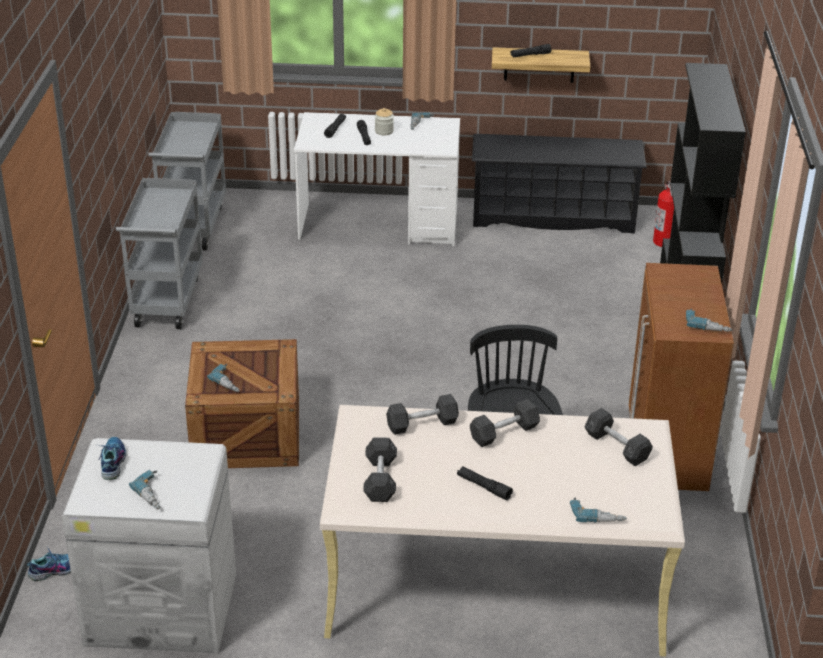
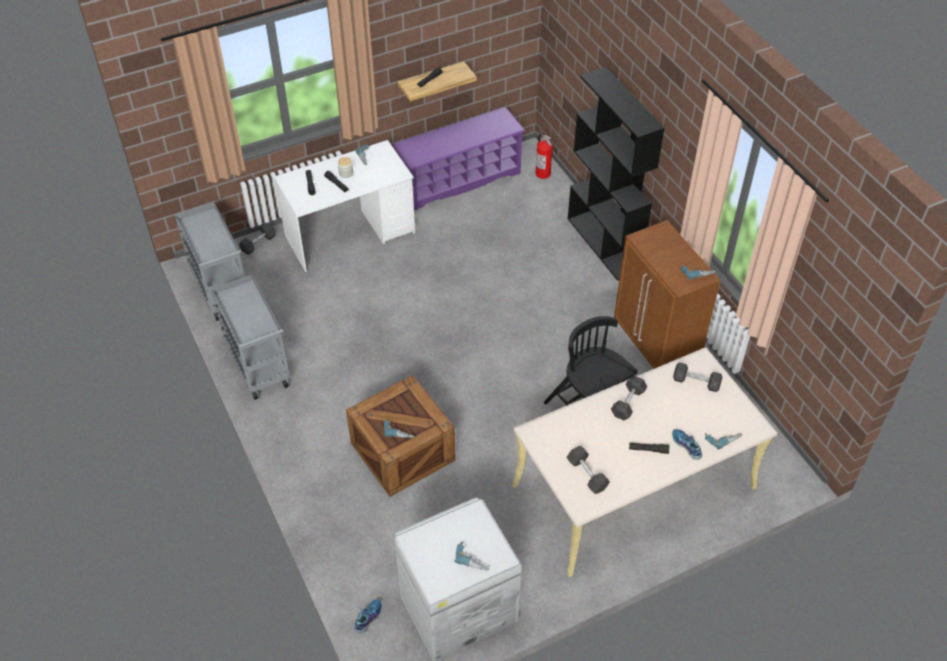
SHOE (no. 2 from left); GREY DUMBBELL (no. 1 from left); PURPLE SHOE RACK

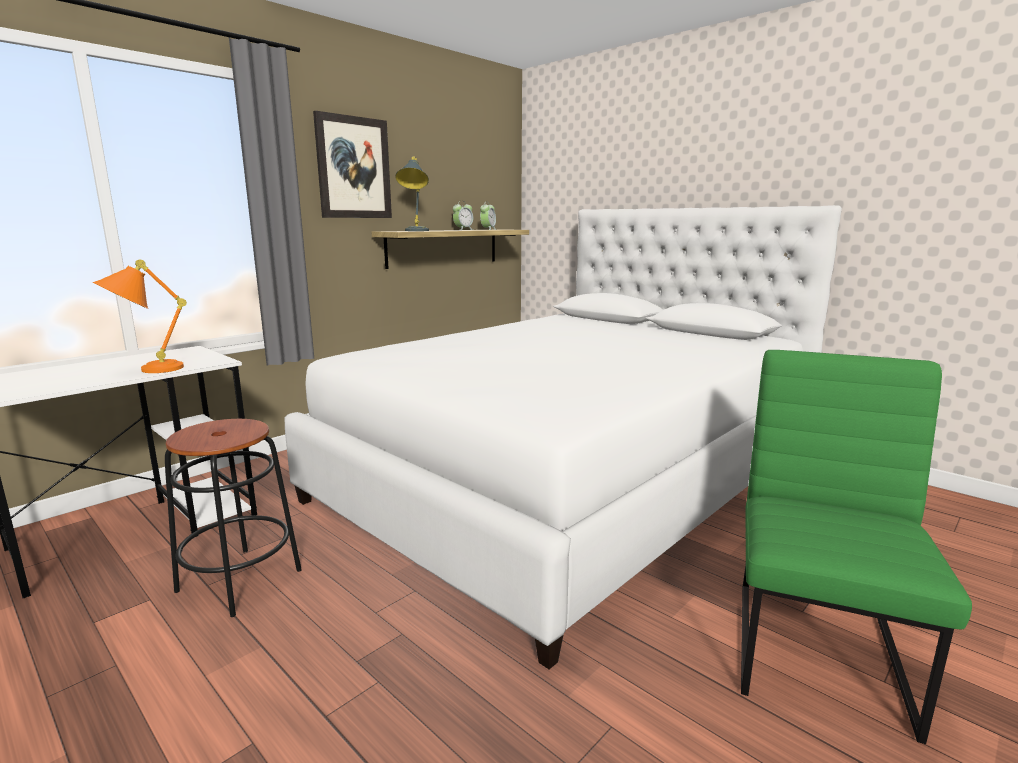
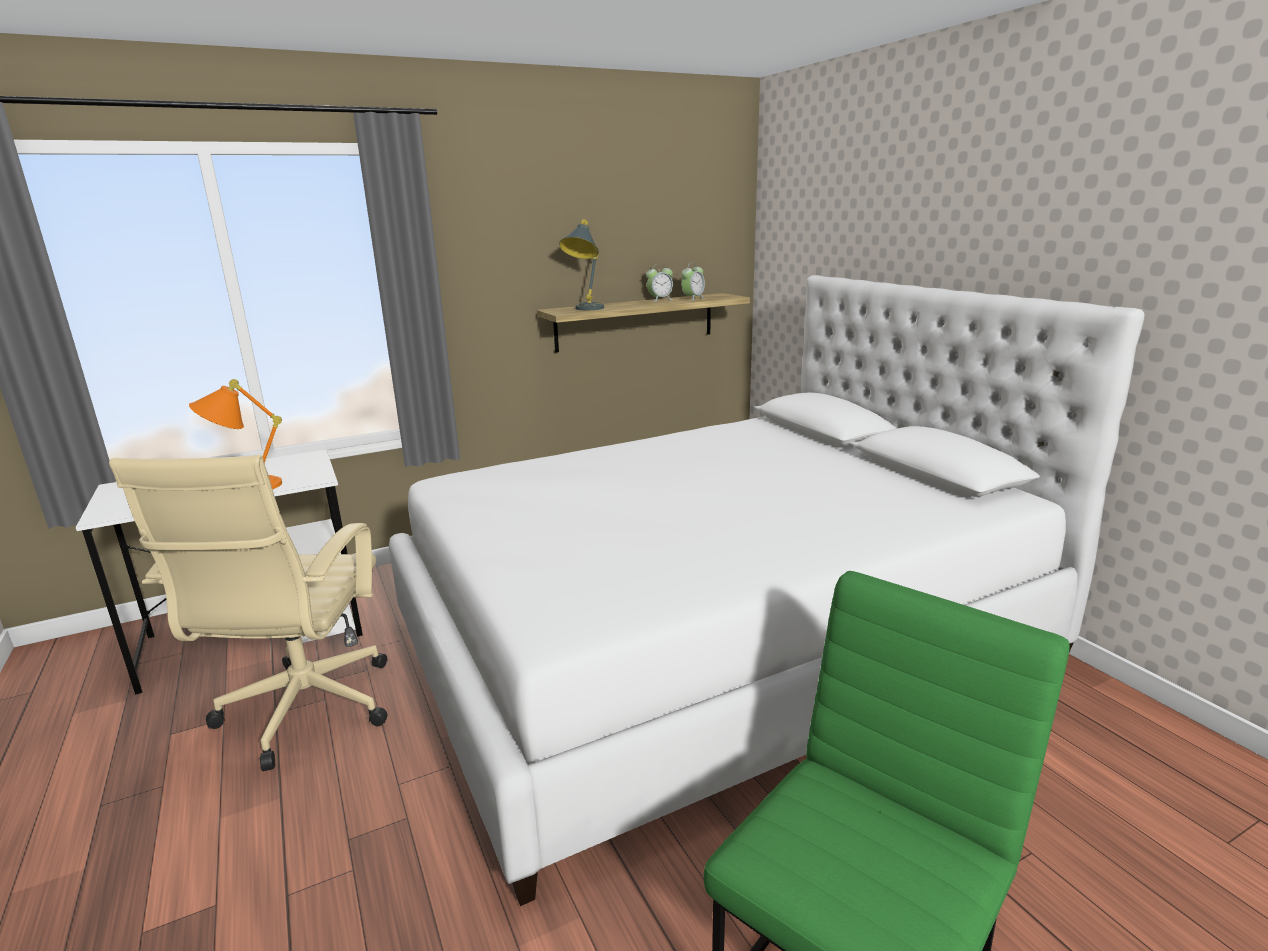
BEIGE OFFICE CHAIR; PICTURE

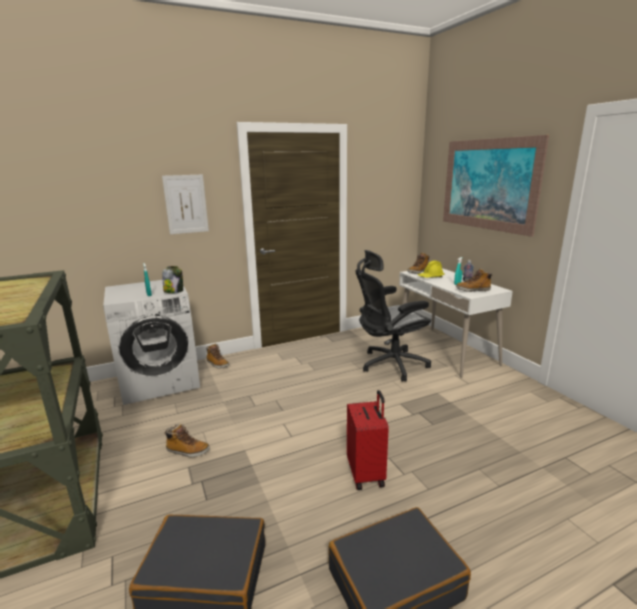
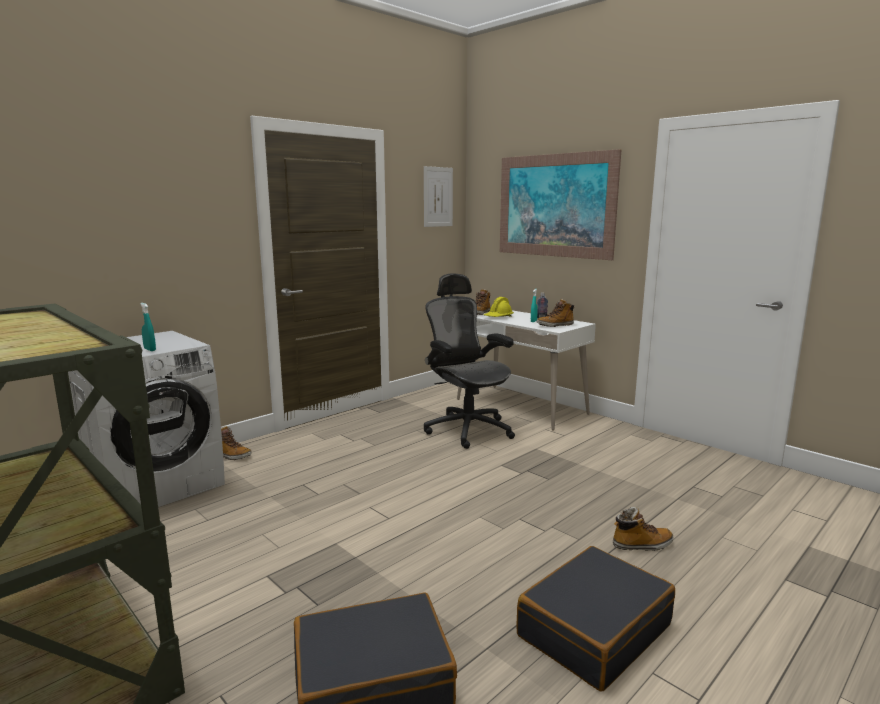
PICTURE (no. 1 from left); JAR; BOOT (no. 4 from left); RED SUITCASE; OFFICE CHAIR

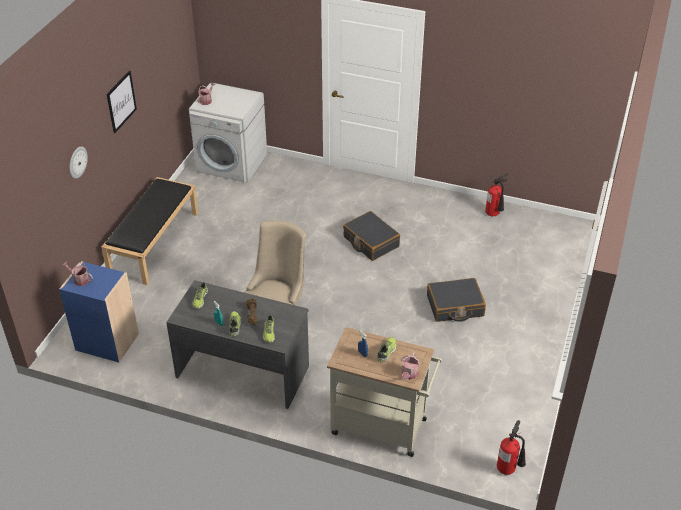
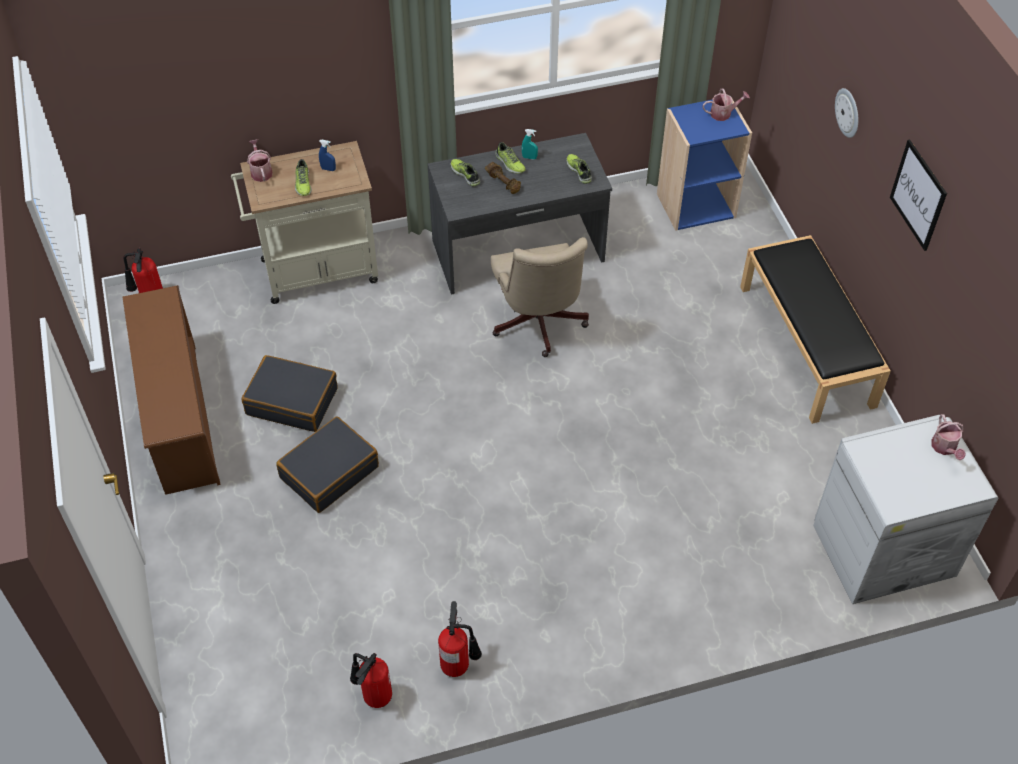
BLACK SUITCASE (no. 1 from left); BROWN SHOE RACK; FIRE EXTINGUISHER (no. 3 from left)

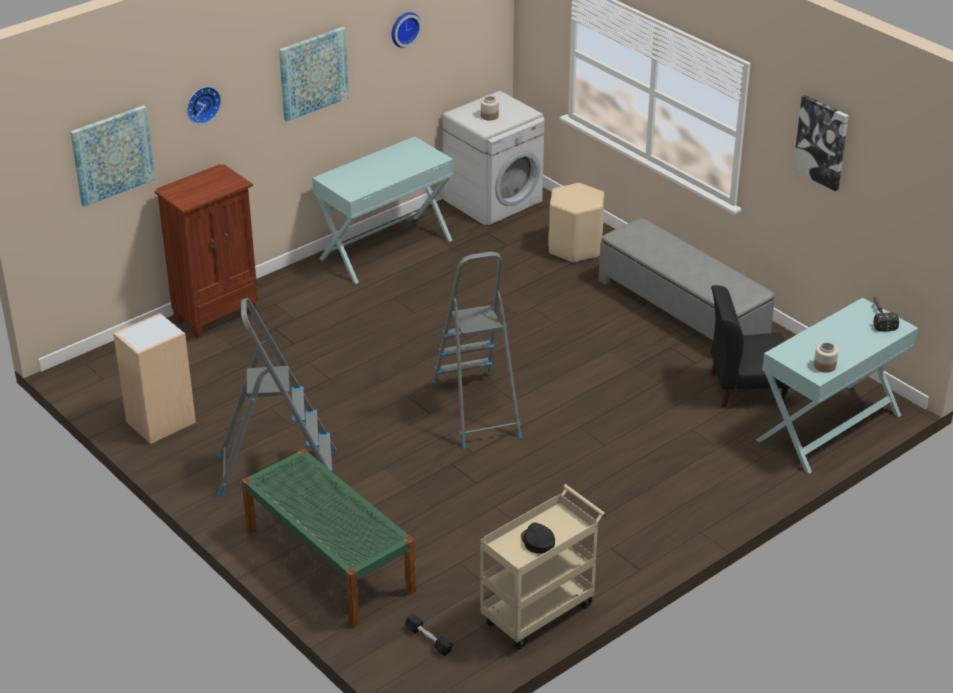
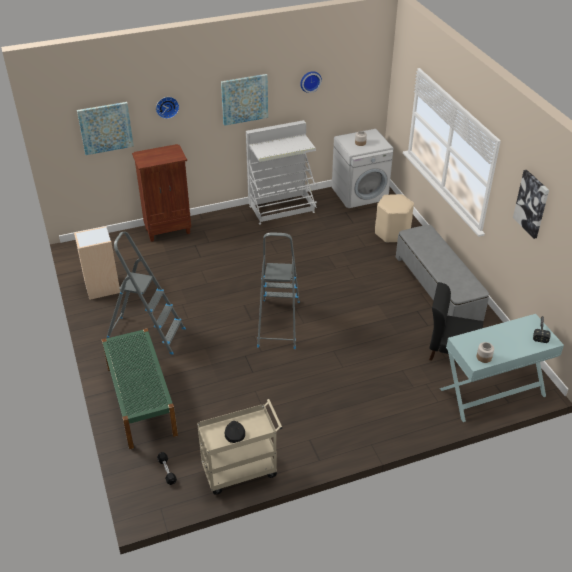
WHITE SHOE RACK

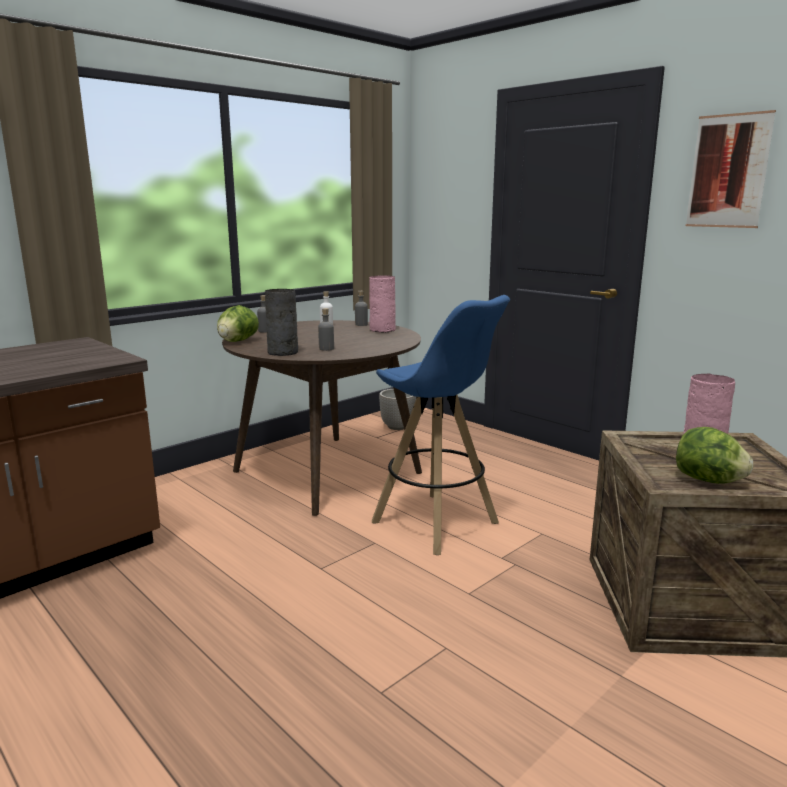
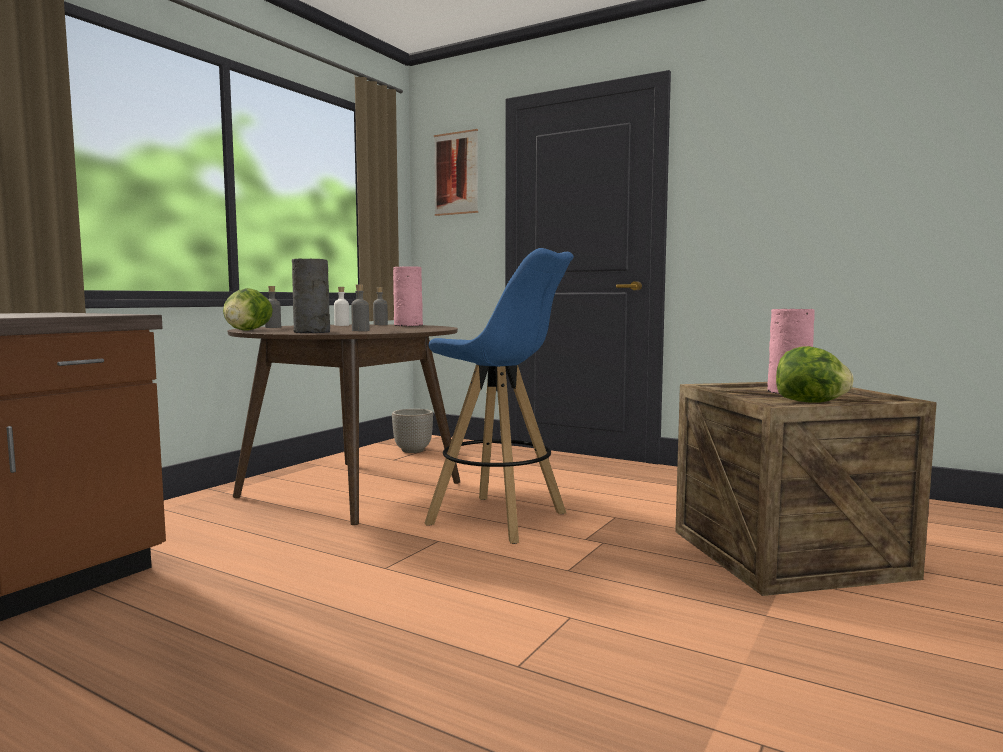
PICTURE

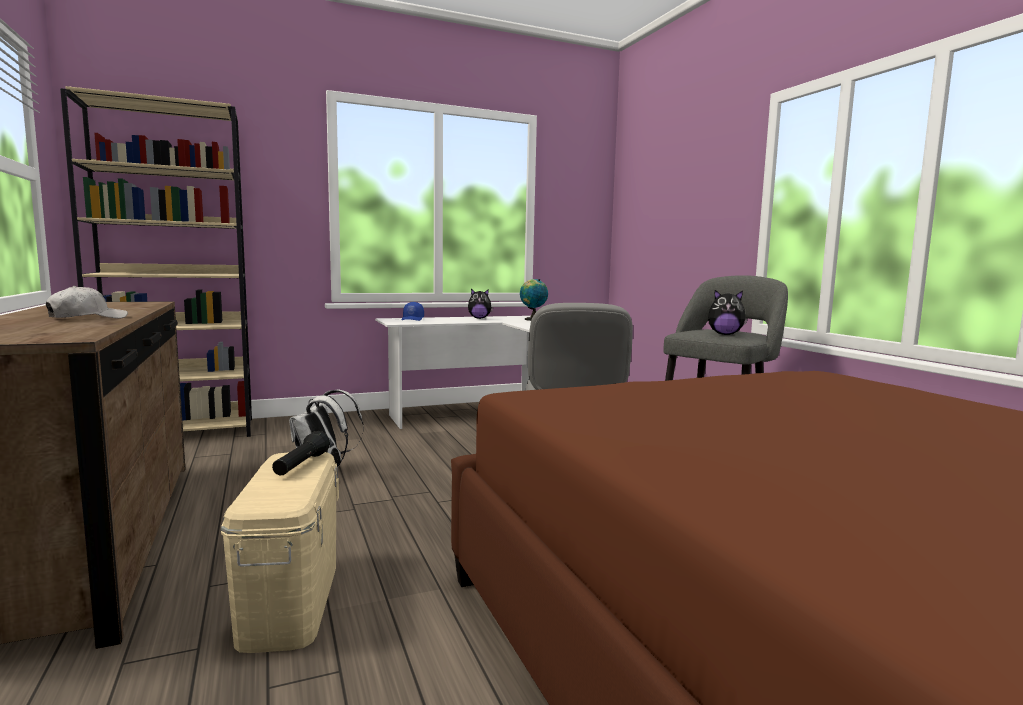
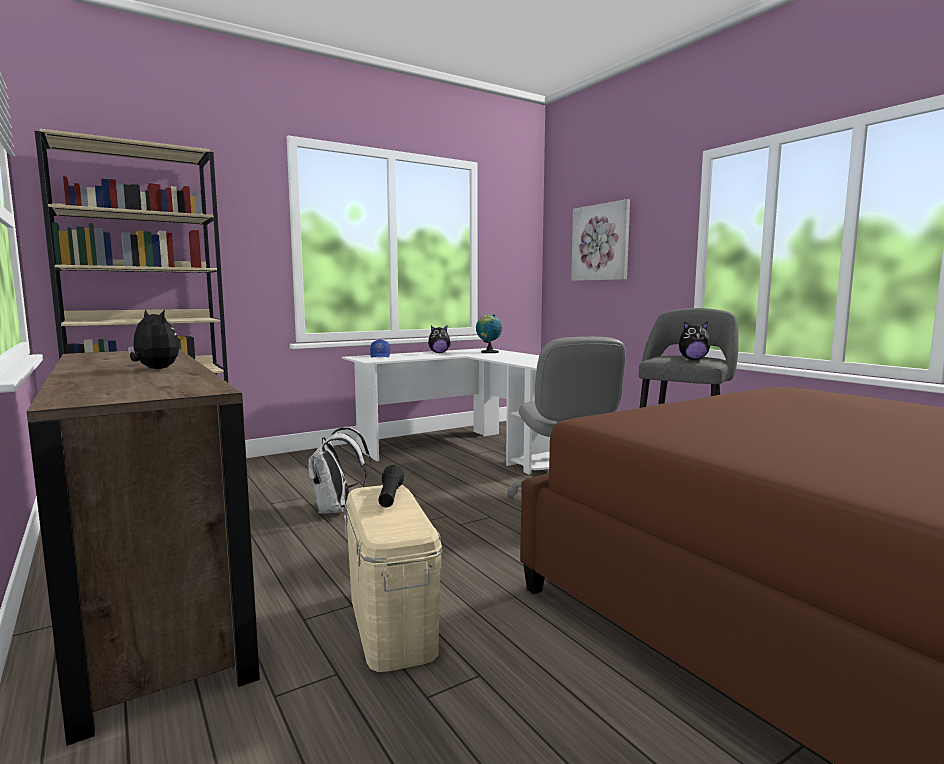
PLUSH TOY (no. 1 from left); PICTURE

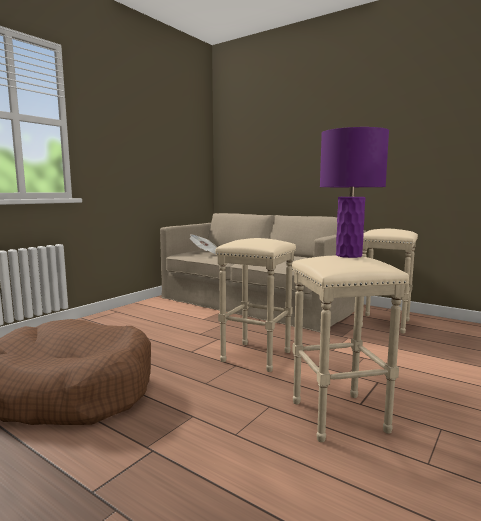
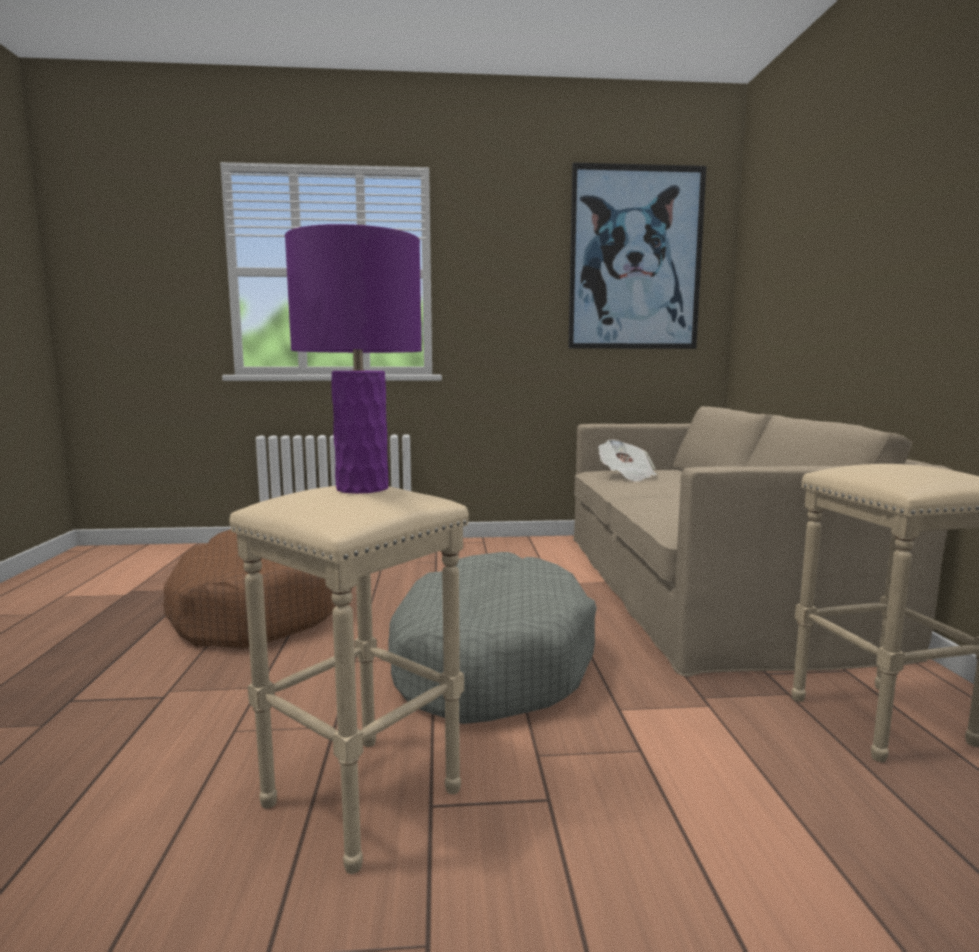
GREY DOG BED; PICTURE

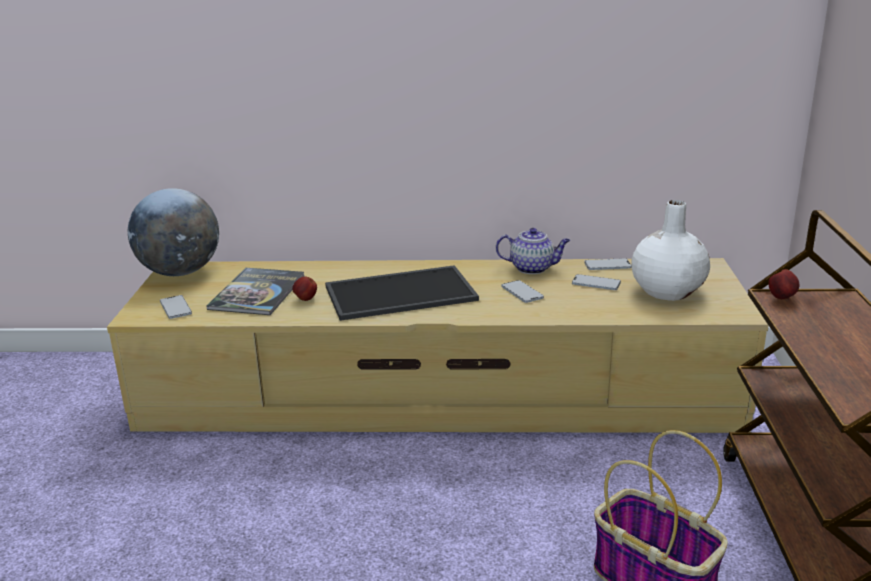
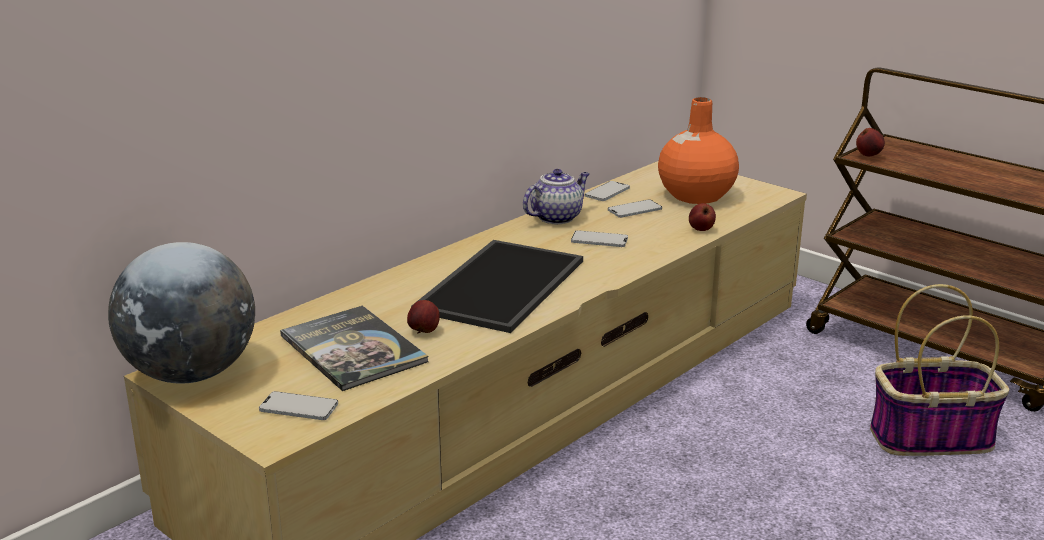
ORANGE VASE; APPLE (no. 2 from left)

